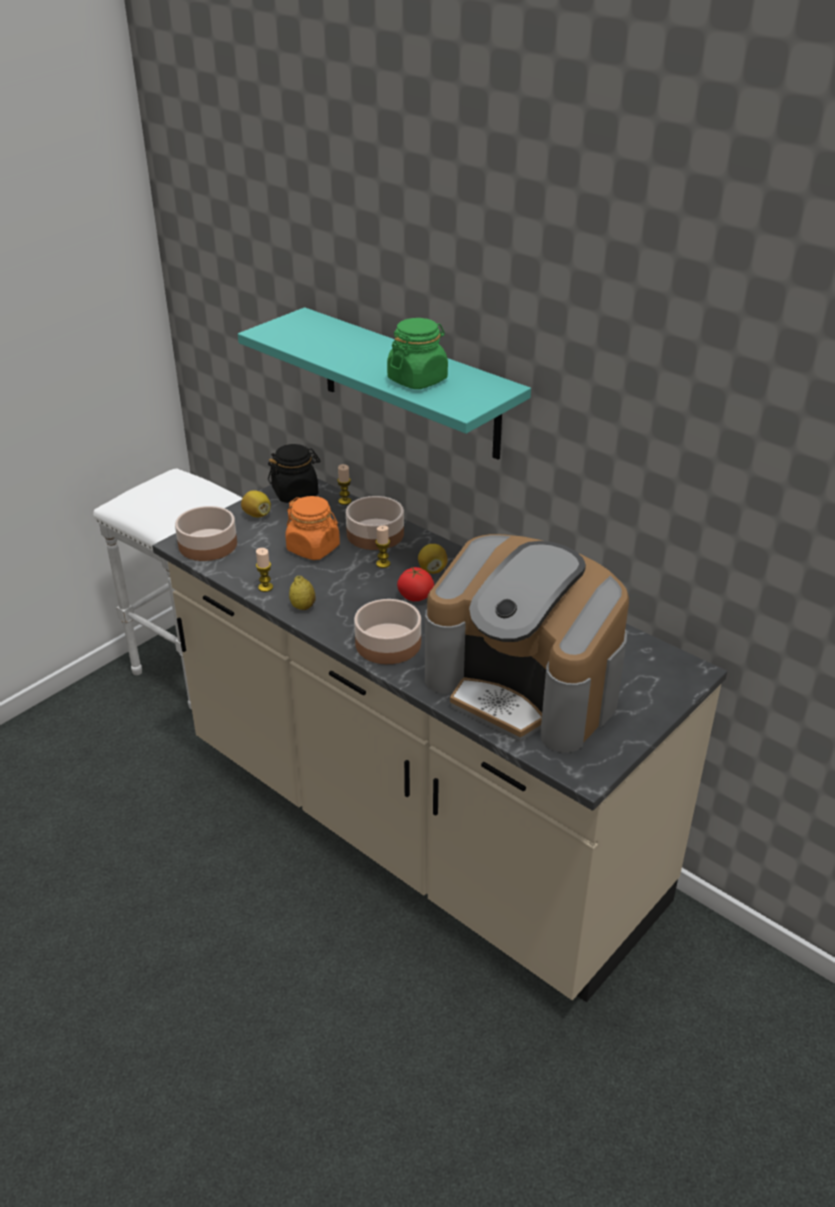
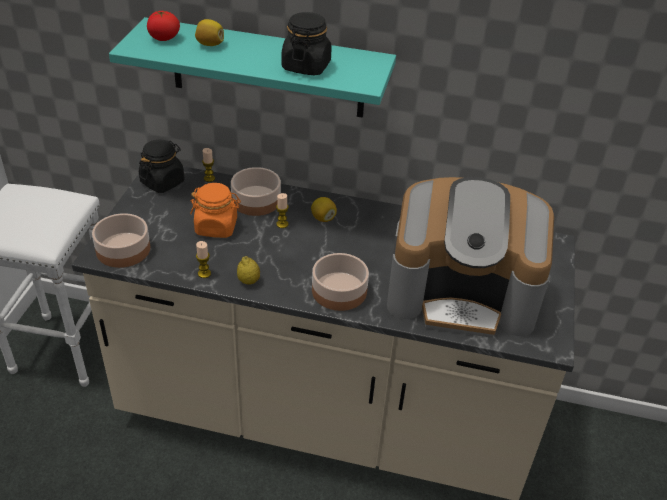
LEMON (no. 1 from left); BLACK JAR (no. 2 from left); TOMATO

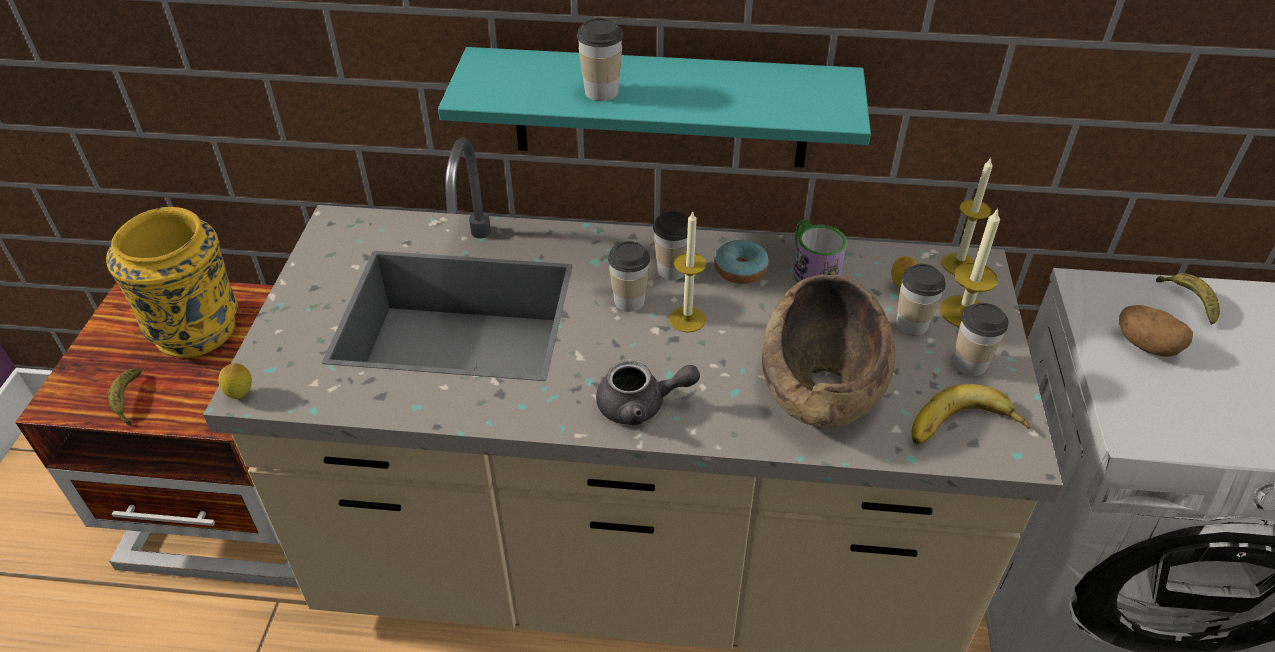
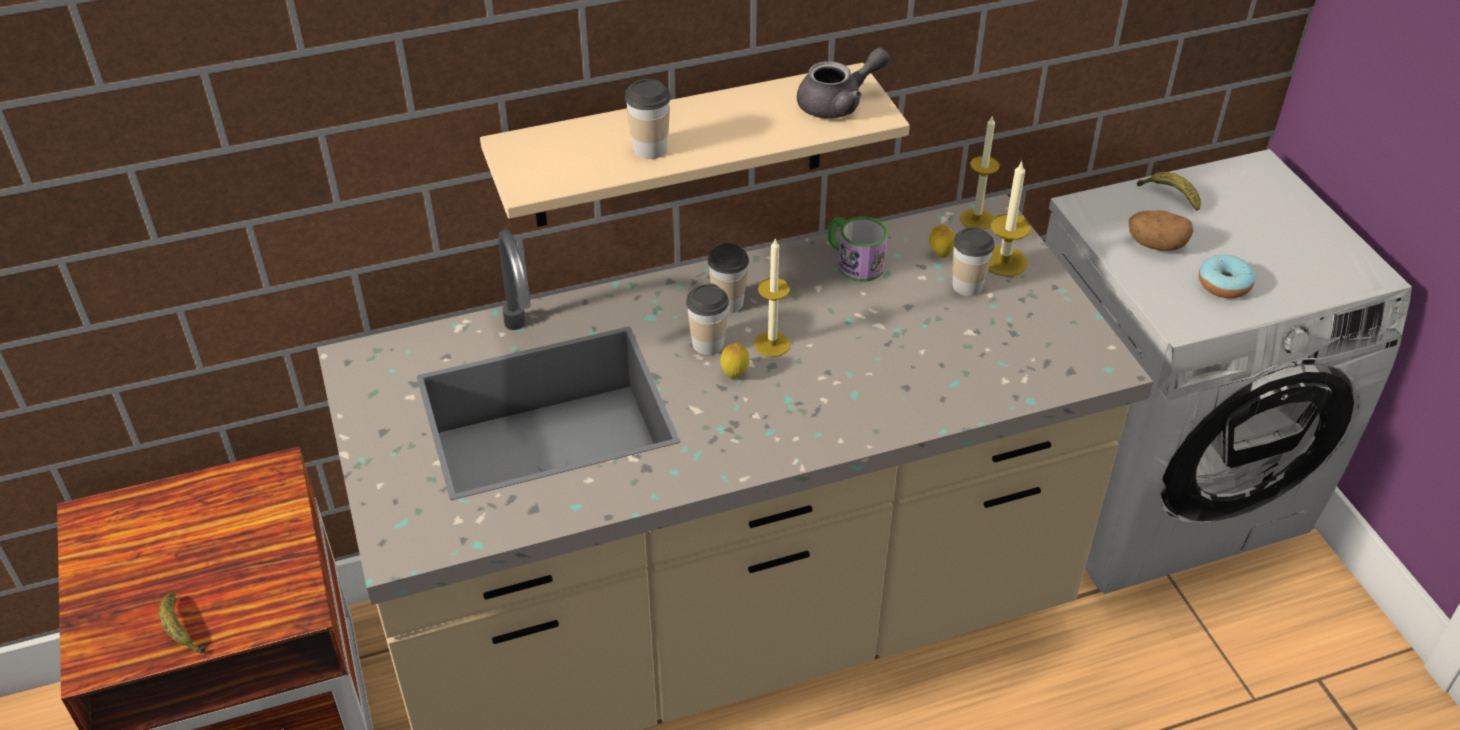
YELLOW VASE; LEMON (no. 1 from left); BEIGE SHELF; GREY TEAPOT; DONUT; BROWN BOWL; BANANA (no. 2 from left in the first image); CUP (no. 5 from left in the first image)

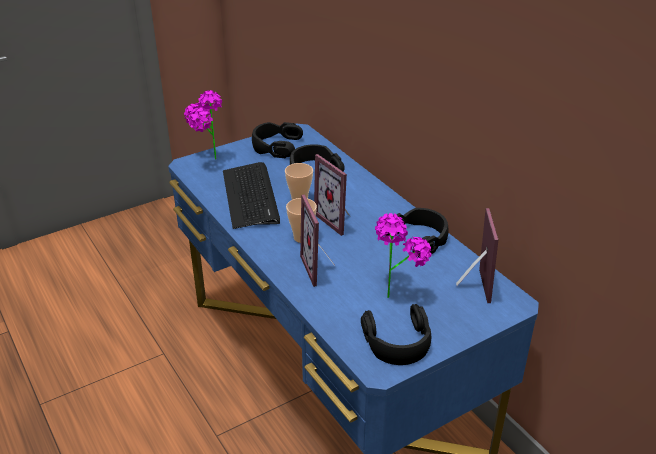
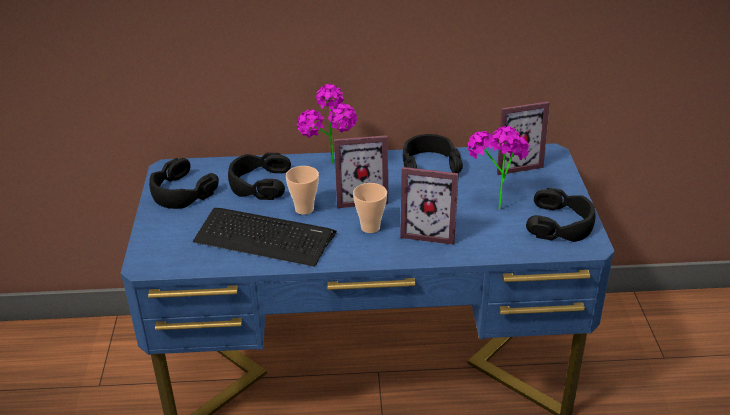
POTTED PLANT (no. 1 from left); PICTURE FRAME (no. 3 from left)

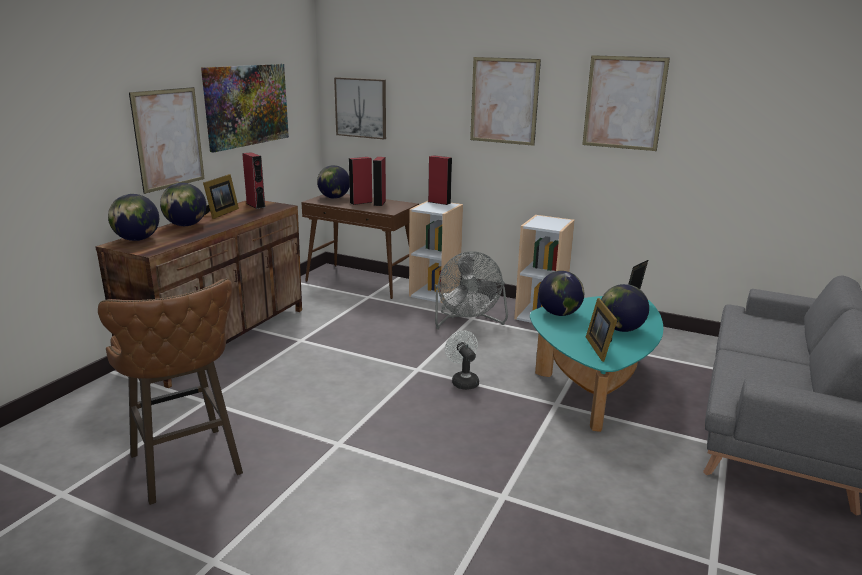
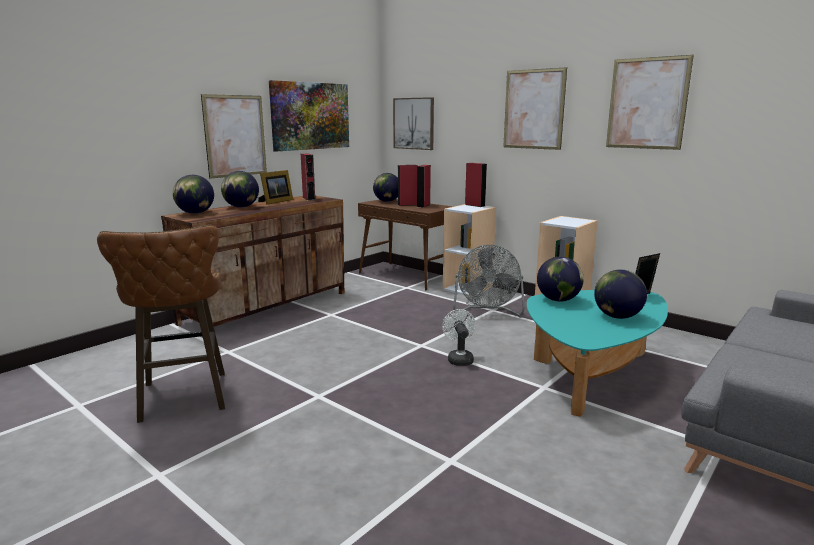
PICTURE FRAME (no. 2 from left in the first image)

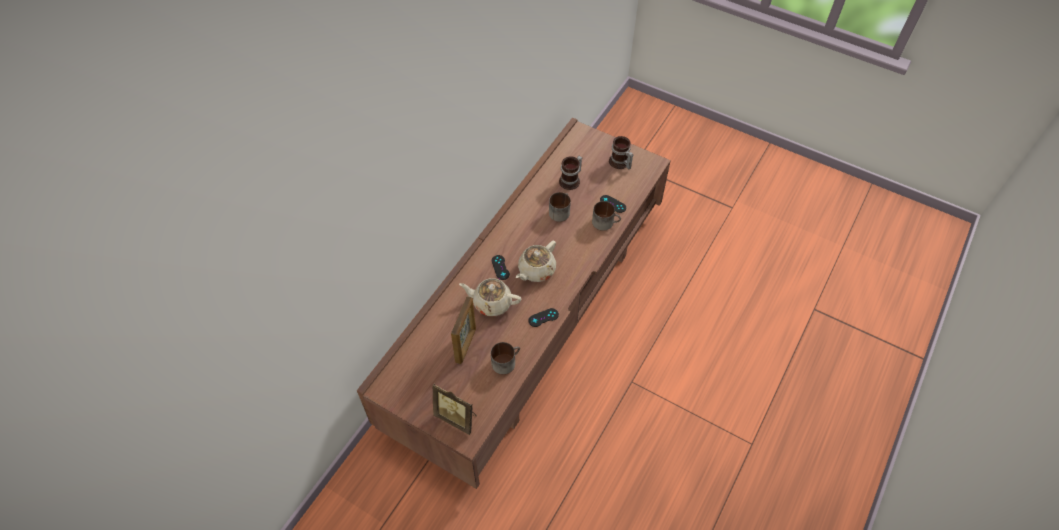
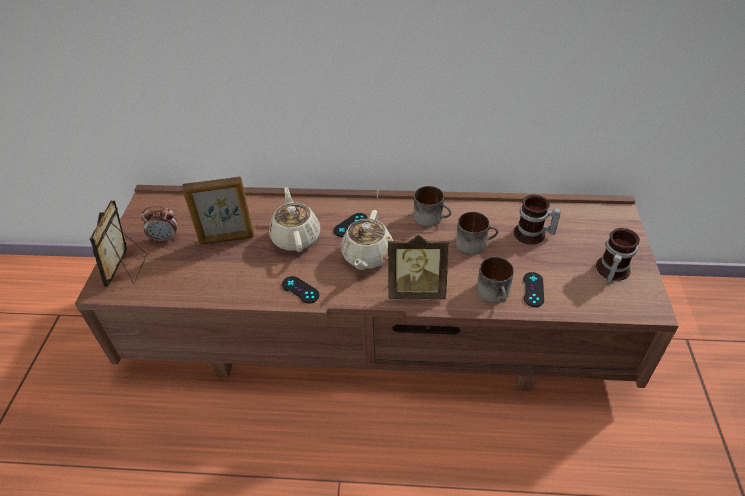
MUG (no. 1 from left); BEIGE TEAPOT (no. 2 from left); ALARM CLOCK; PICTURE FRAME (no. 3 from left)

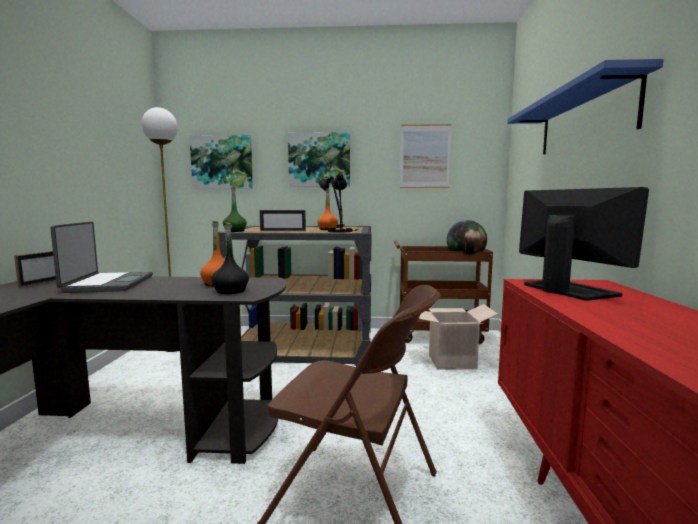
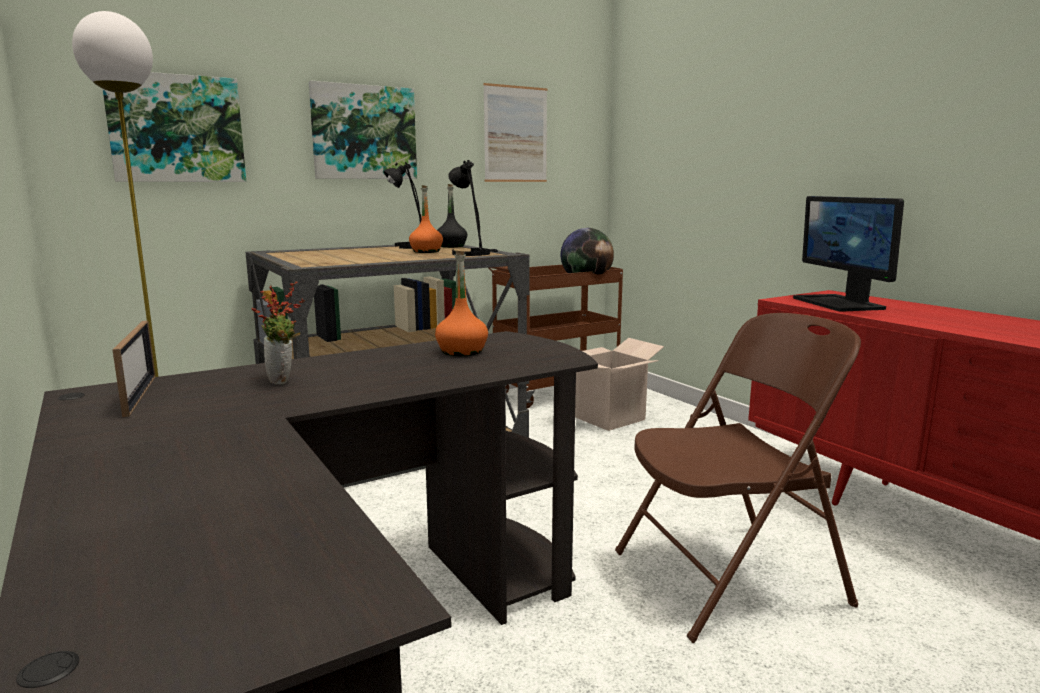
POTTED PLANT; BLACK BOTTLE; GREEN BOTTLE; PICTURE FRAME (no. 2 from left in the first image); BLUE SHELF; MONITOR

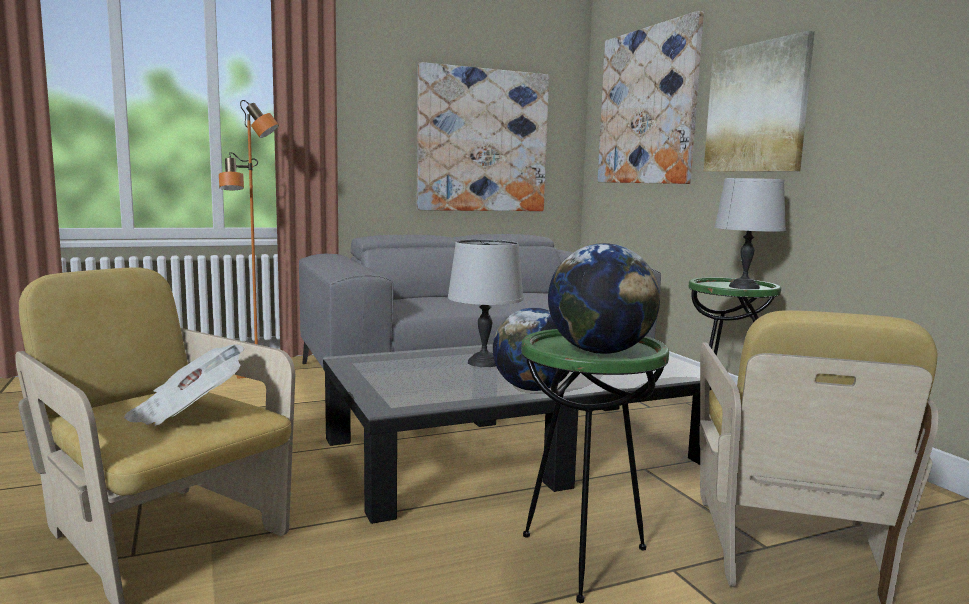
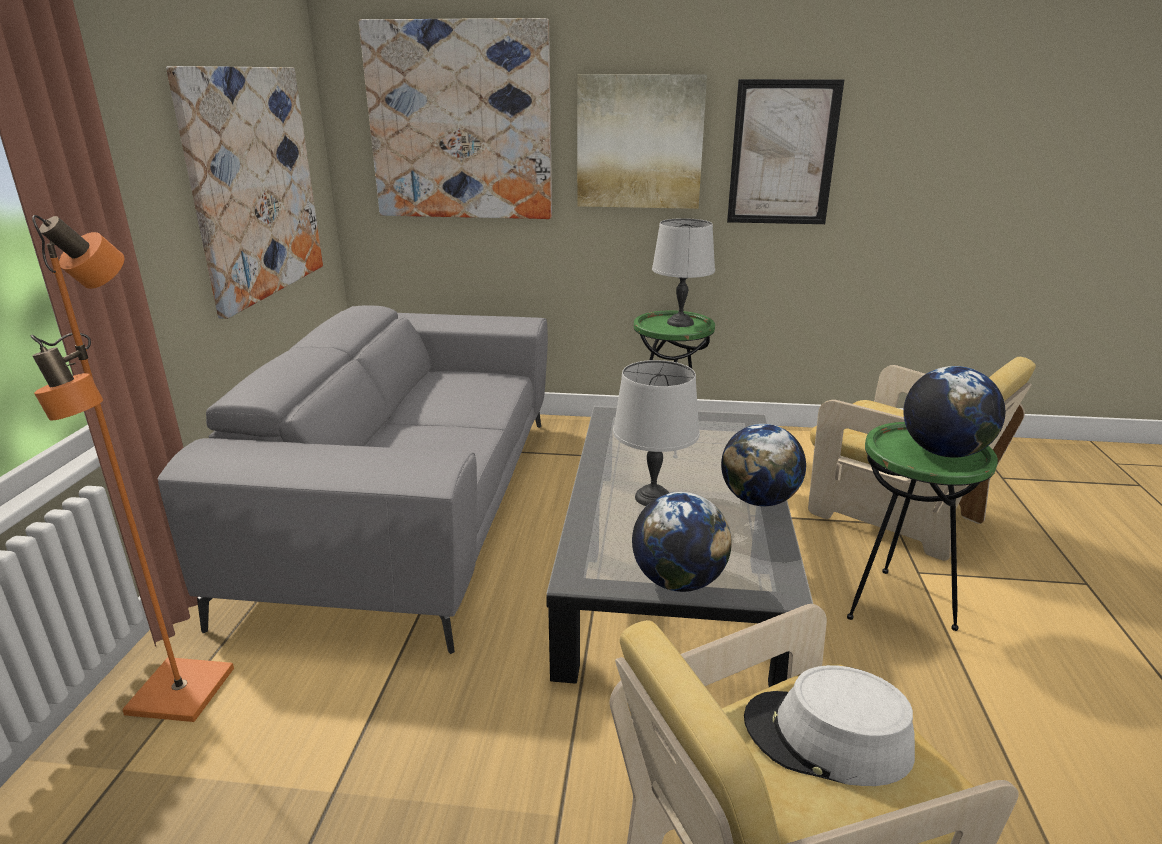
GREY HAT; GLOBE (no. 1 from left); PICTURE (no. 4 from left)

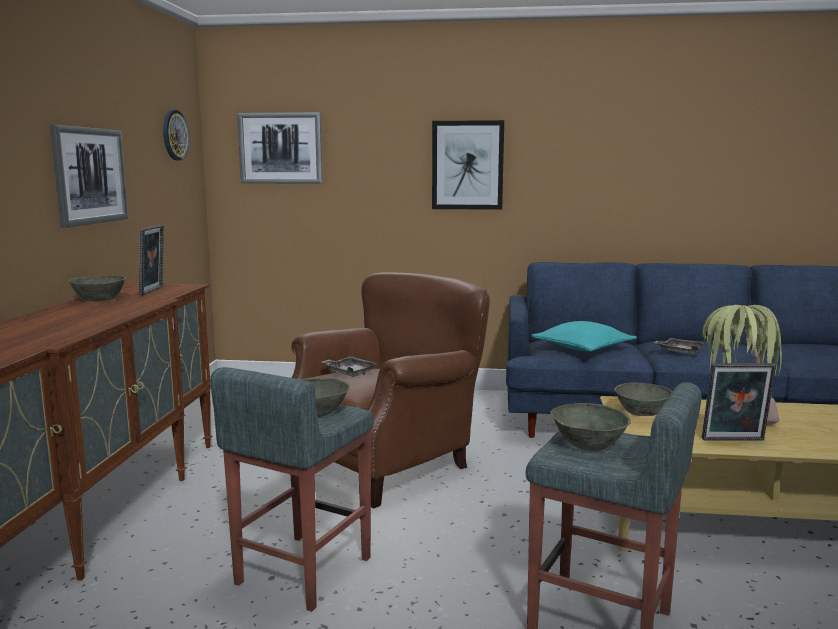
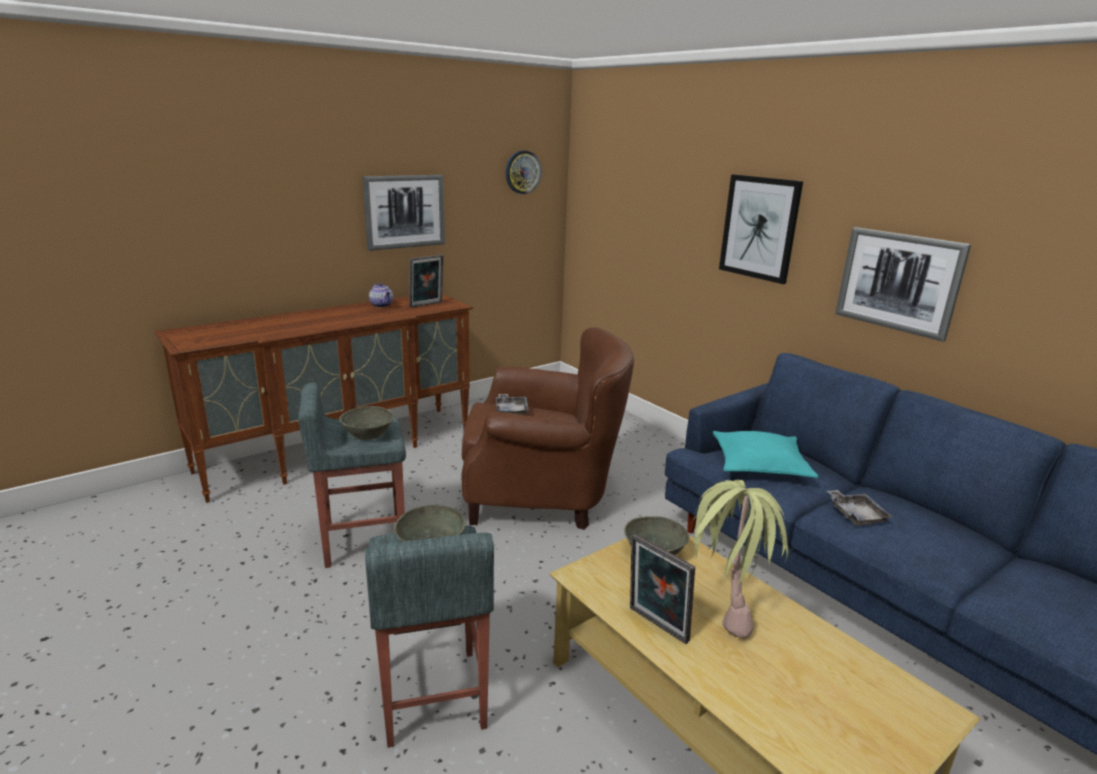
TEAPOT; PICTURE (no. 3 from left)

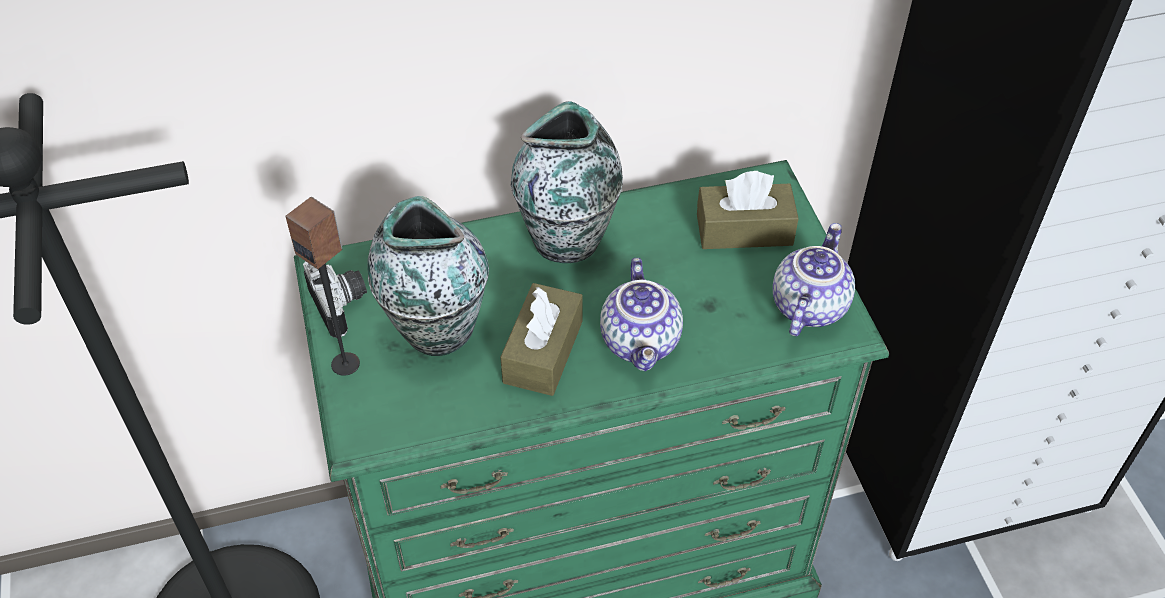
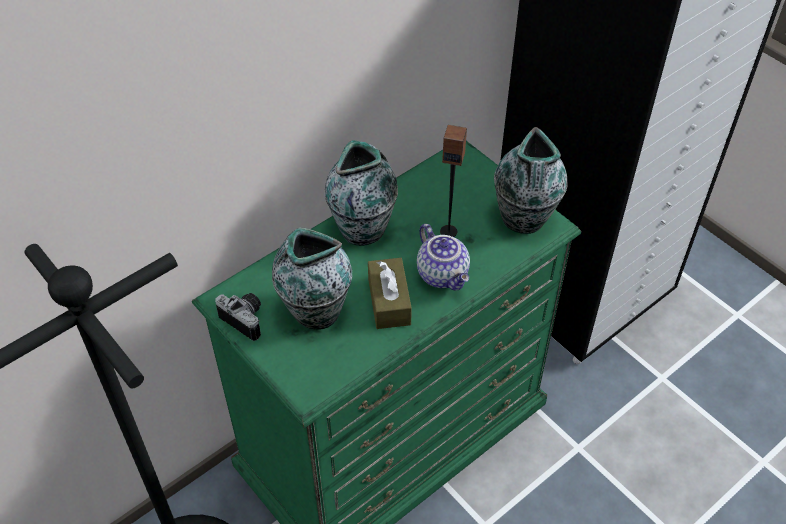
SPEAKER; BROWN TISSUE BOX (no. 2 from left in the first image); VASE (no. 3 from left)

